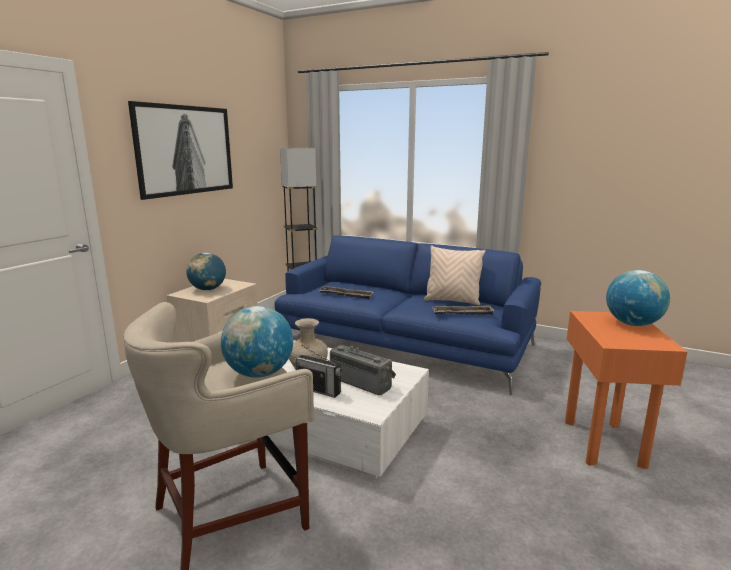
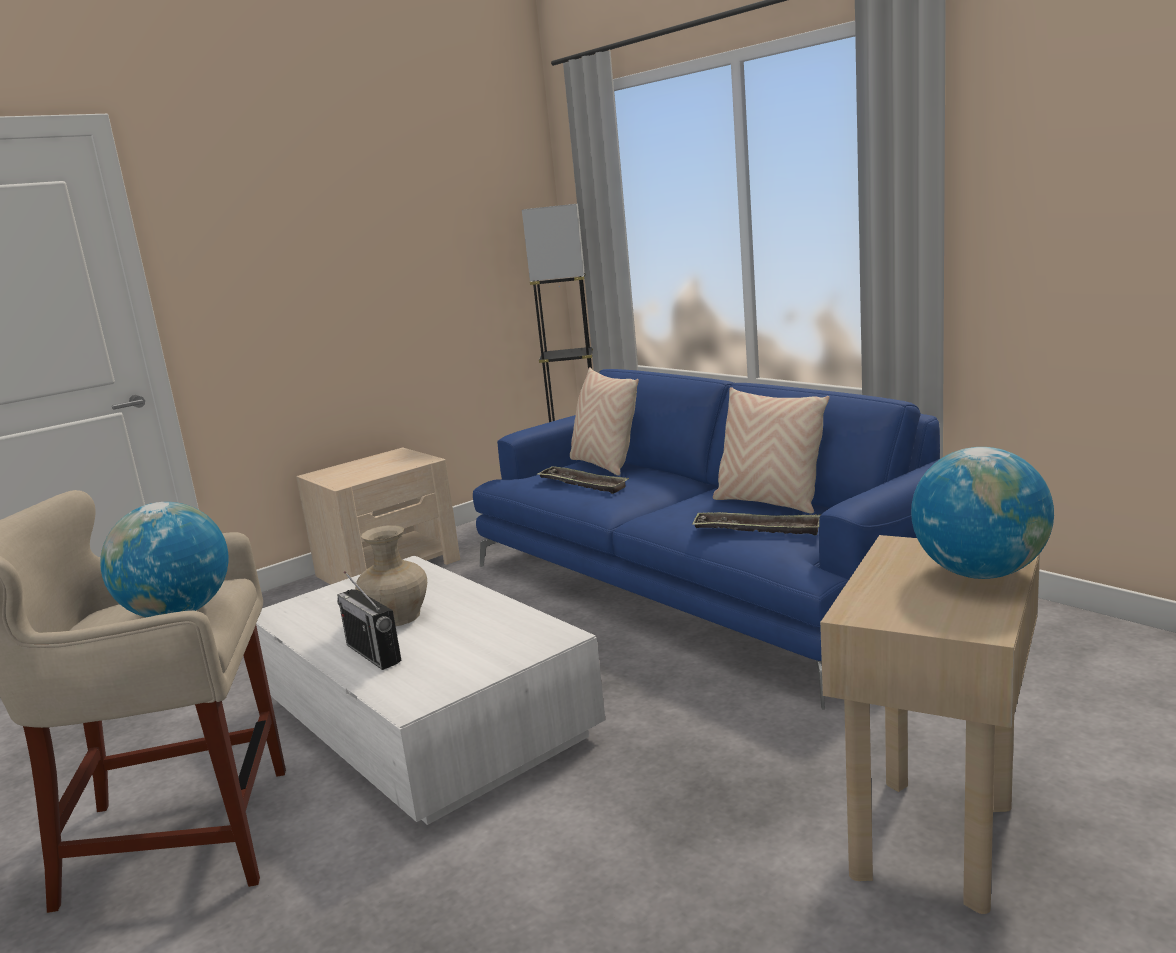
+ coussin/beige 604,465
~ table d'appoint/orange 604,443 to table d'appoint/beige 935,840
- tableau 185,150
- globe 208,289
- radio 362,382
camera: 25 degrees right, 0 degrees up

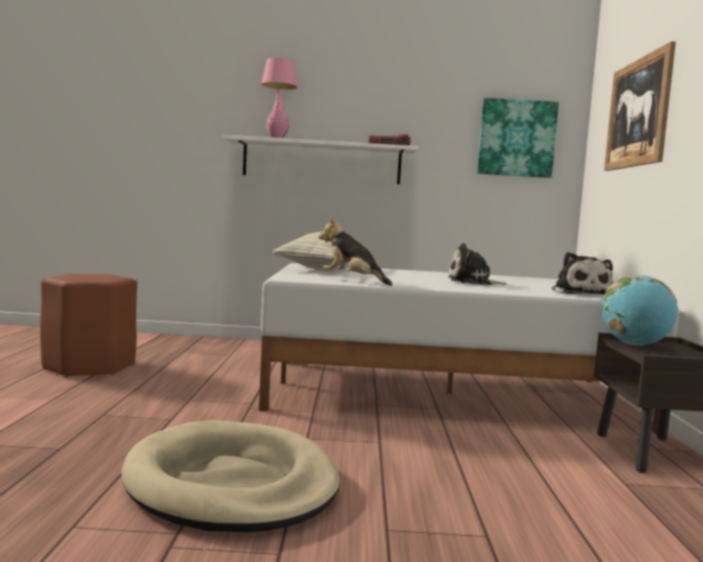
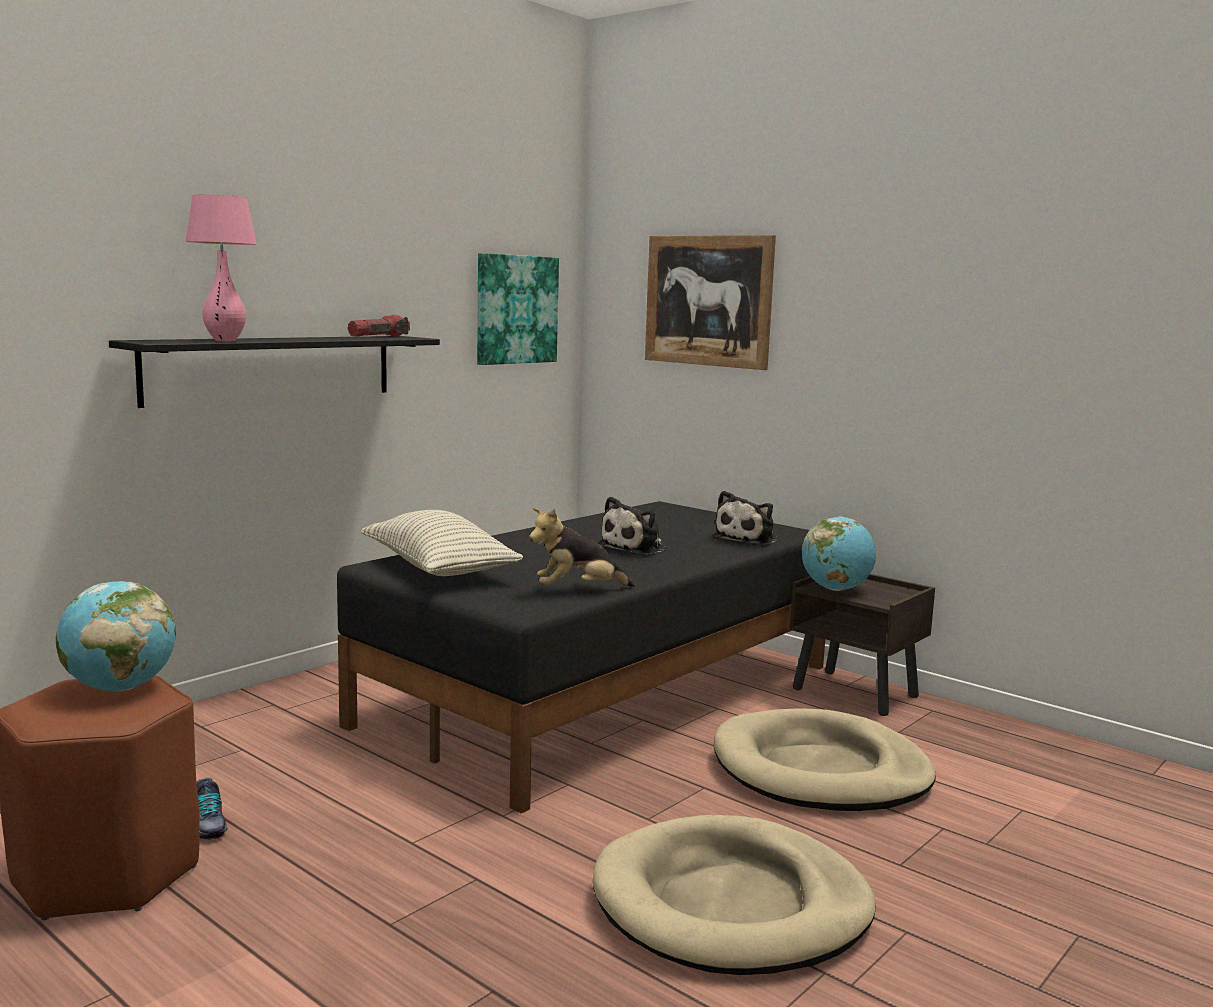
+ globe 120,688
~ étagère/blanc 322,162 to étagère/noir 272,368
+ chaussure 207,824
~ lit/blanc 448,393 to lit/noir 606,694
~ peluche 579,293 = 748,539 90 degrees clockwise
+ panier pour chien/beige 820,770
camera: 50 degrees left, 5 degrees up

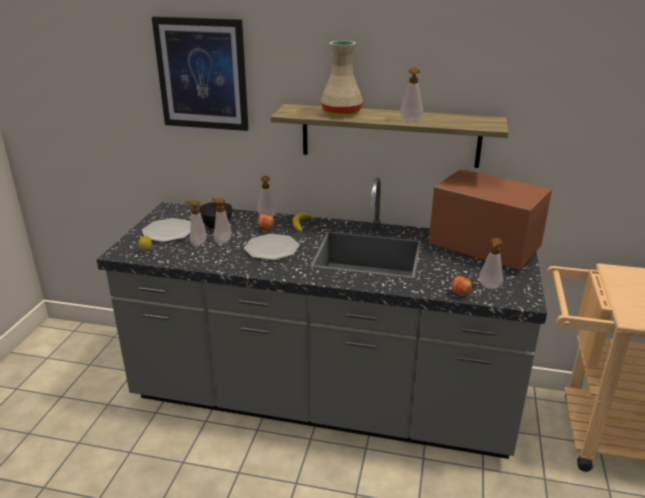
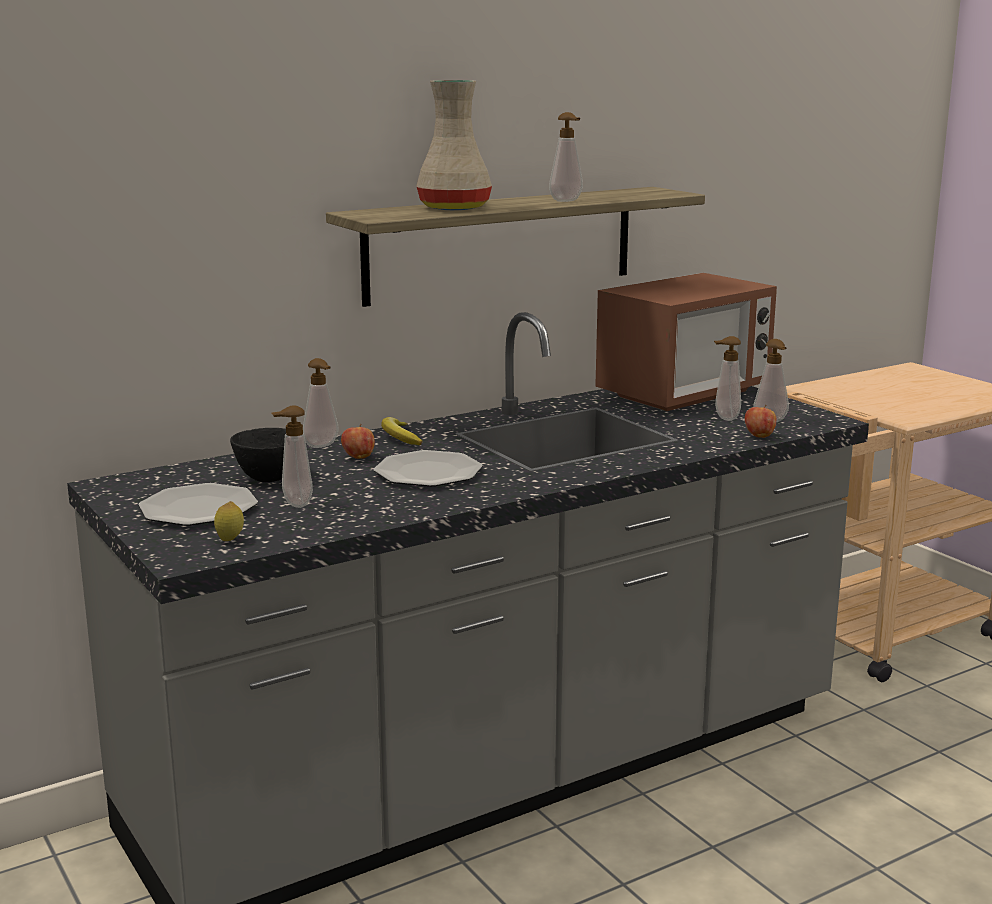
~ micro-ondes 484,249 = 683,394 150 degrees clockwise
~ distributeur de savon 222,241 to 724,418
- tableau 202,74
camera: 45 degrees left, 10 degrees down

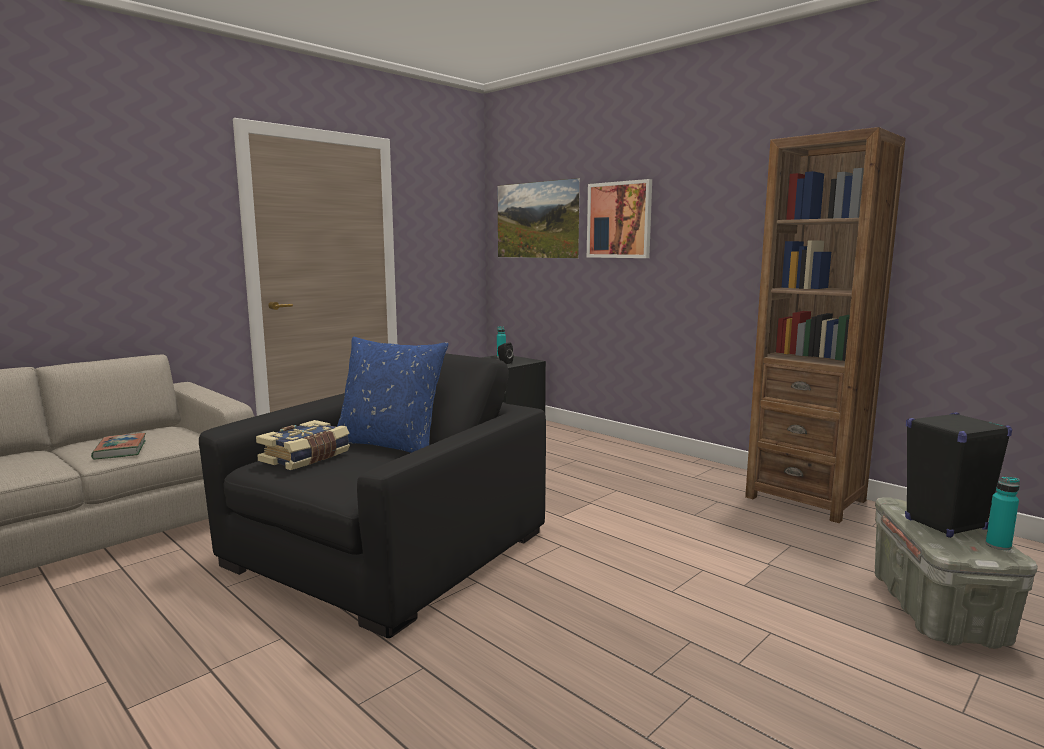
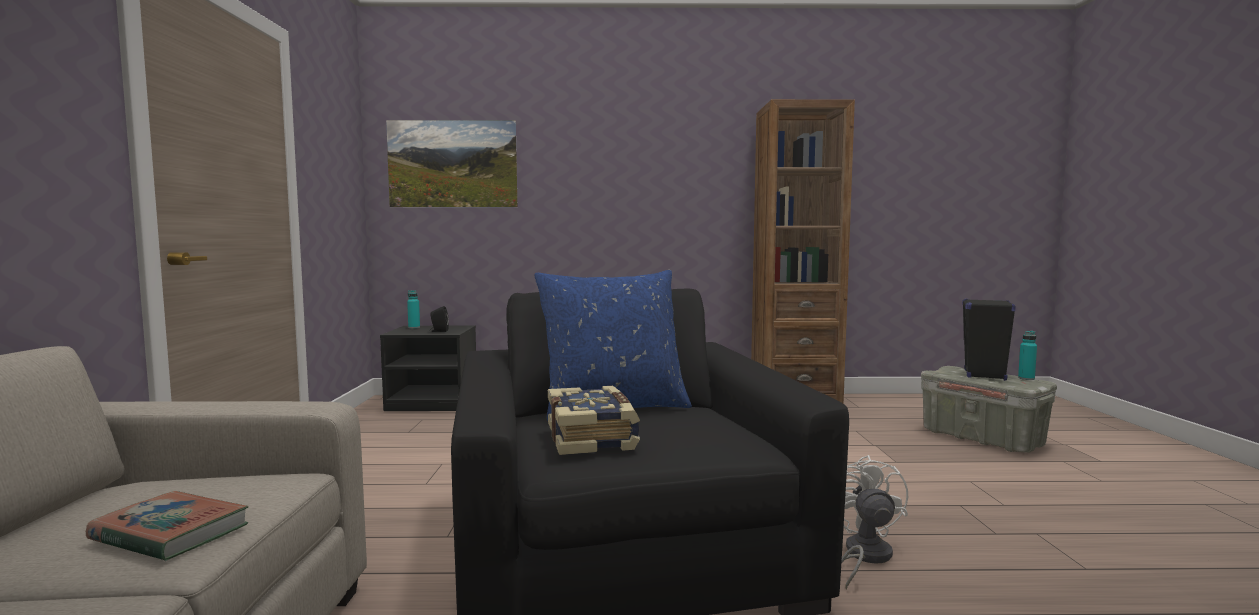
+ ventilateur/blanc 862,556
- tableau 619,220
camera: 45 degrees left, 5 degrees down

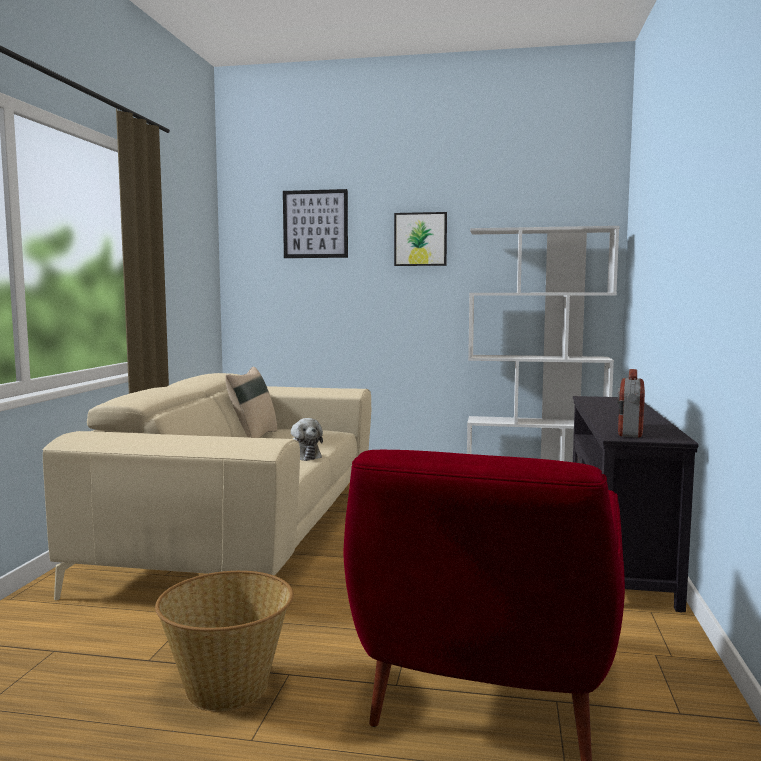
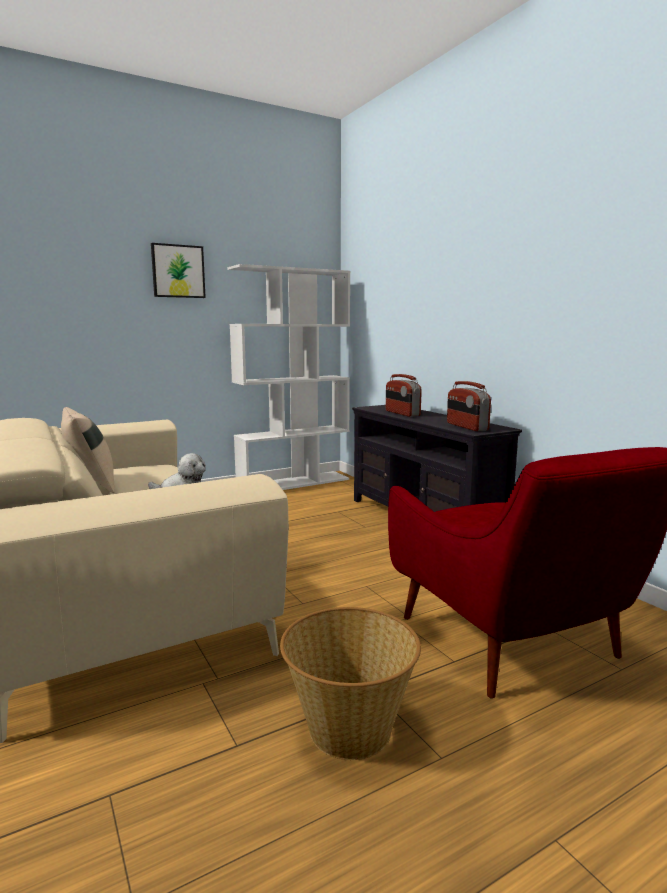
+ radio 402,413
- tableau 315,224
camera: 40 degrees left, 5 degrees up

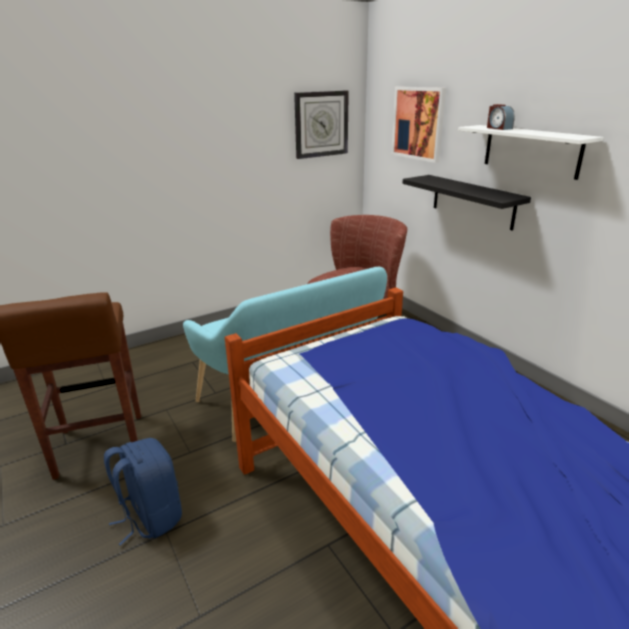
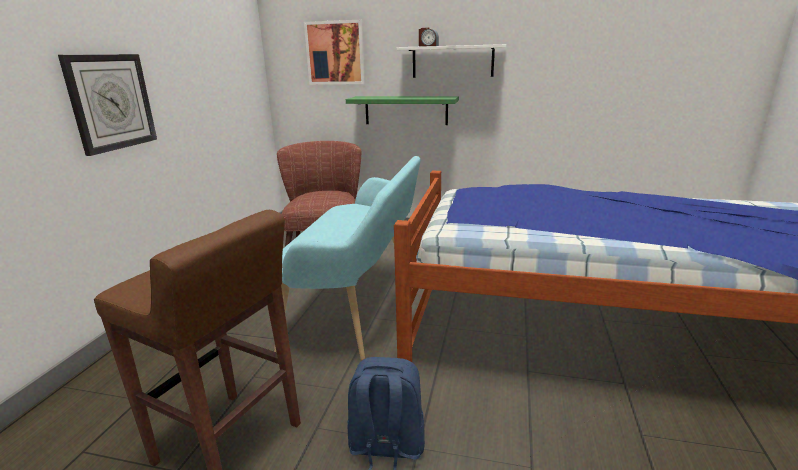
~ horloge murale 321,124 to 111,102
~ étagère/noir 472,201 to étagère/vert 406,110
camera: 45 degrees left, 5 degrees down

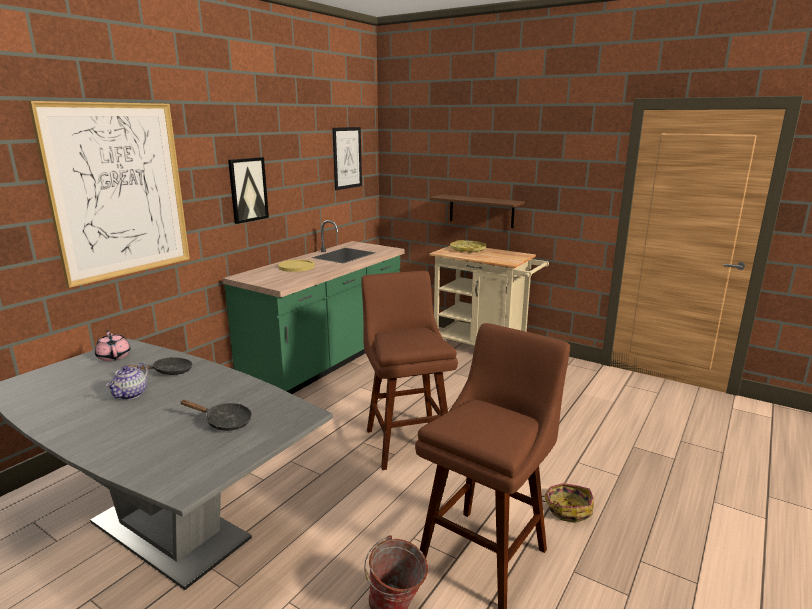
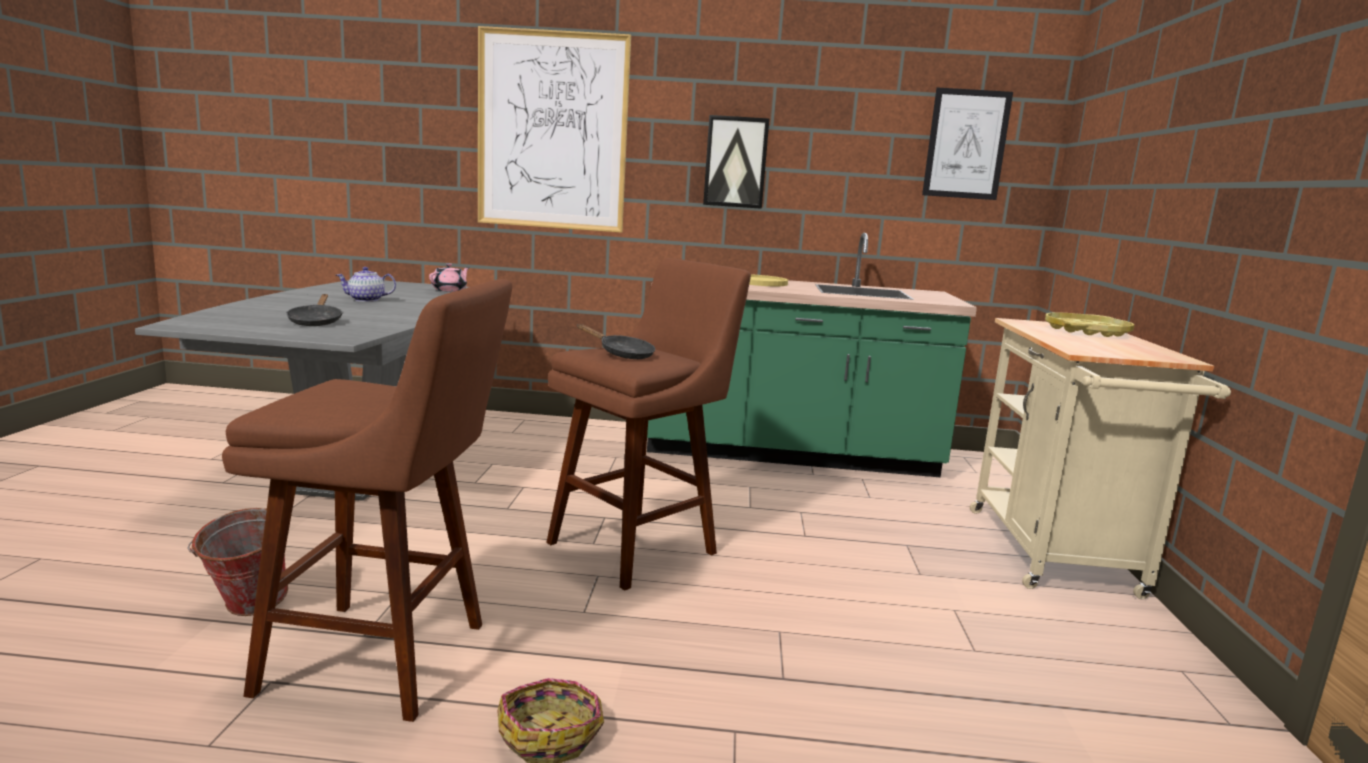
~ poêle/noir 168,372 to 622,354
- étagère 481,211
camera: 60 degrees right, 5 degrees down

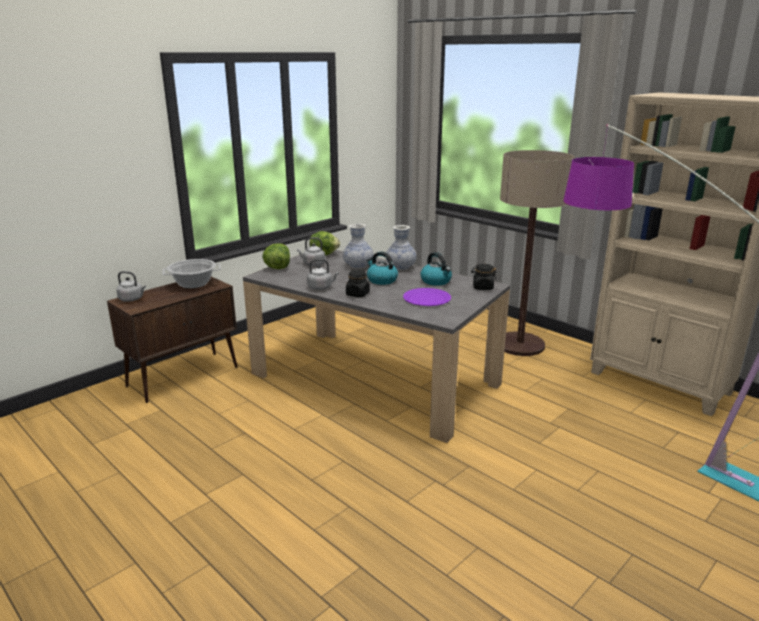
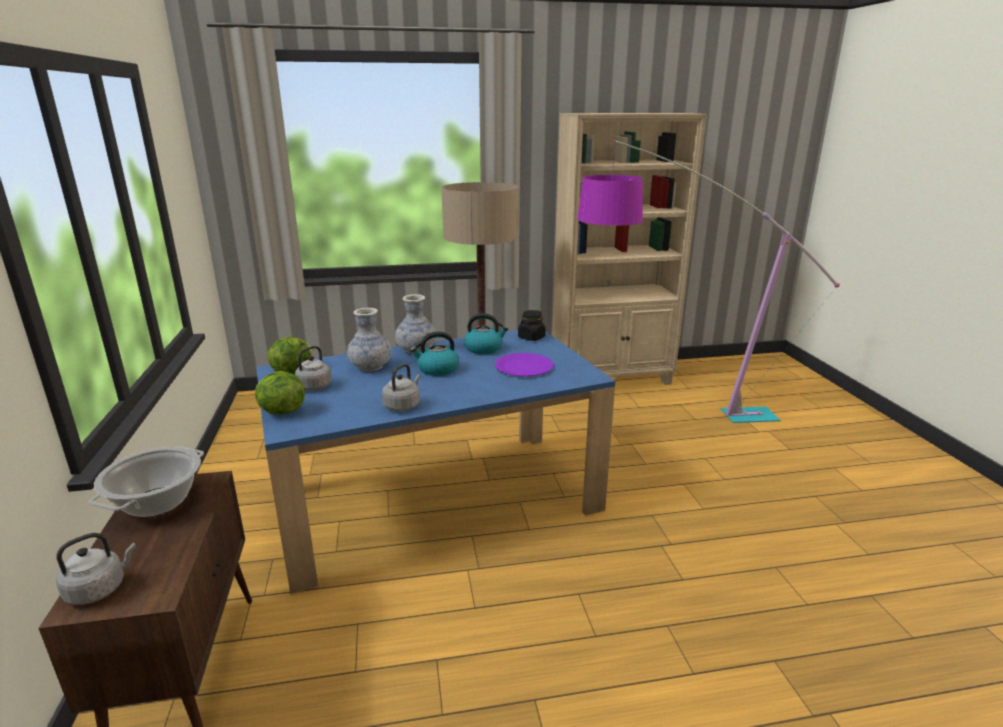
~ table à manger/gris 374,379 to table à manger/bleu 437,500
- bocal/noir 357,294
camera: 55 degrees left, 0 degrees up

